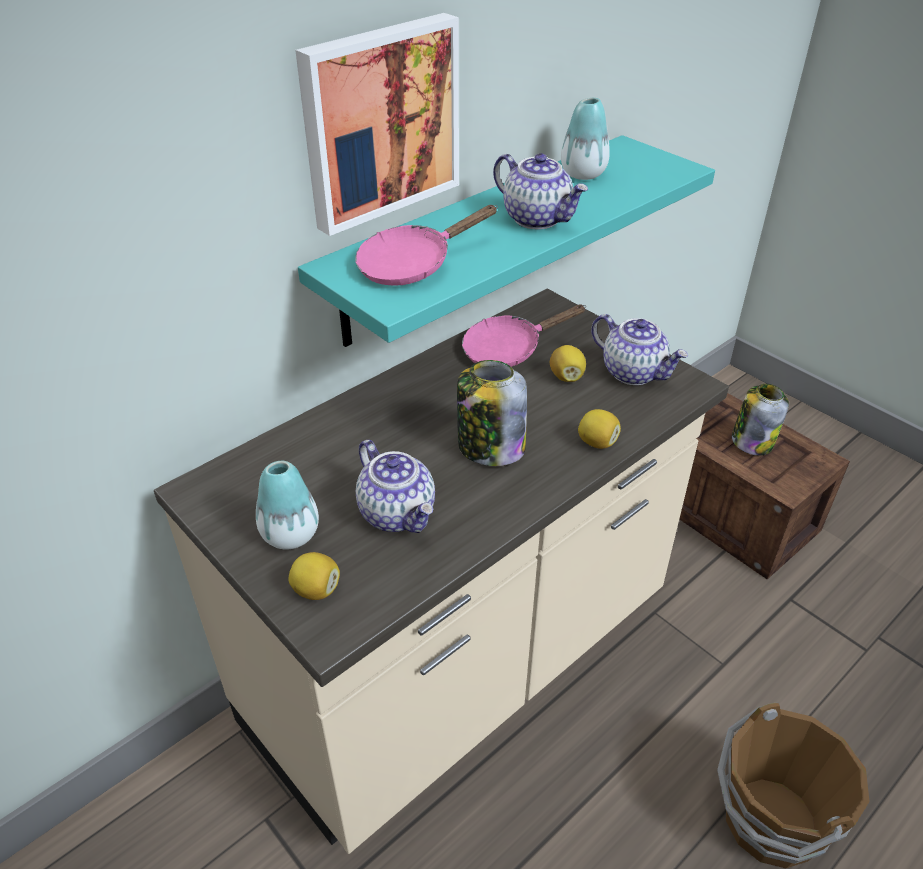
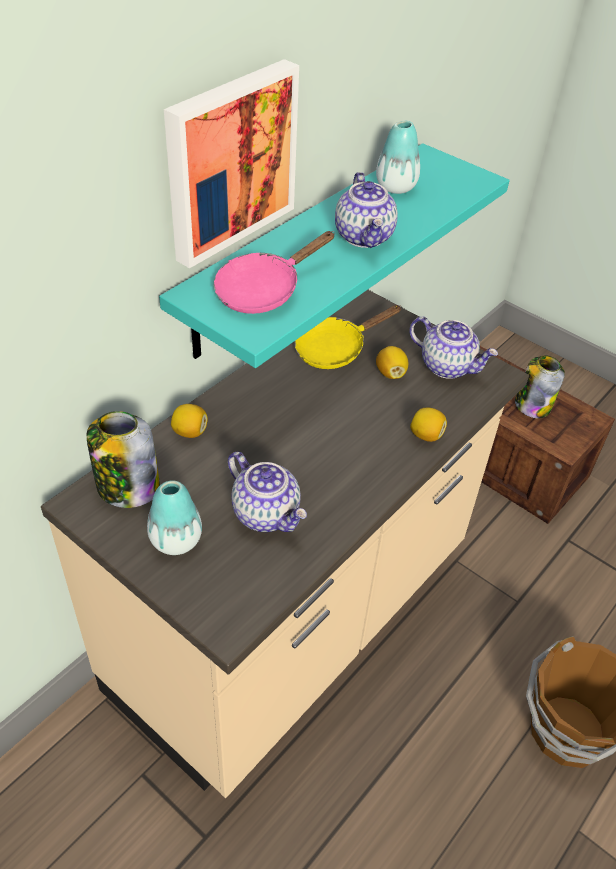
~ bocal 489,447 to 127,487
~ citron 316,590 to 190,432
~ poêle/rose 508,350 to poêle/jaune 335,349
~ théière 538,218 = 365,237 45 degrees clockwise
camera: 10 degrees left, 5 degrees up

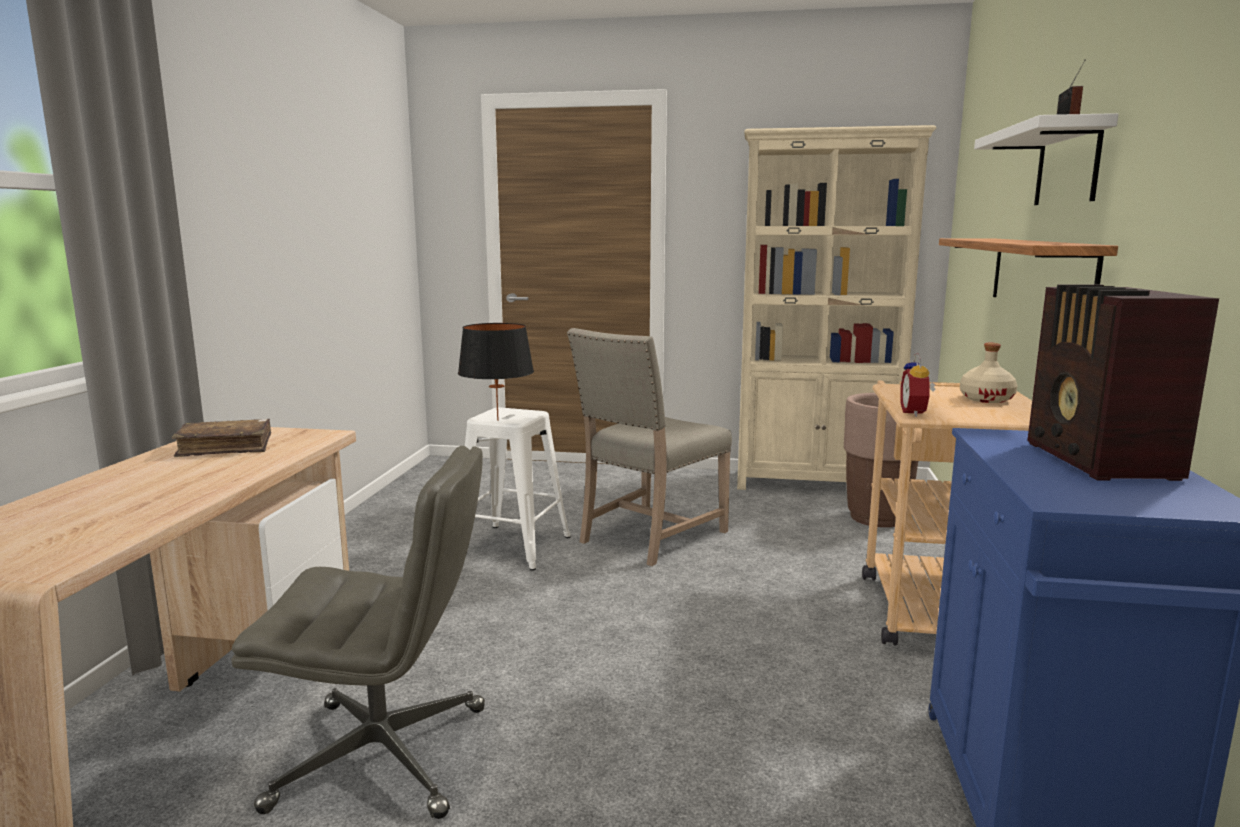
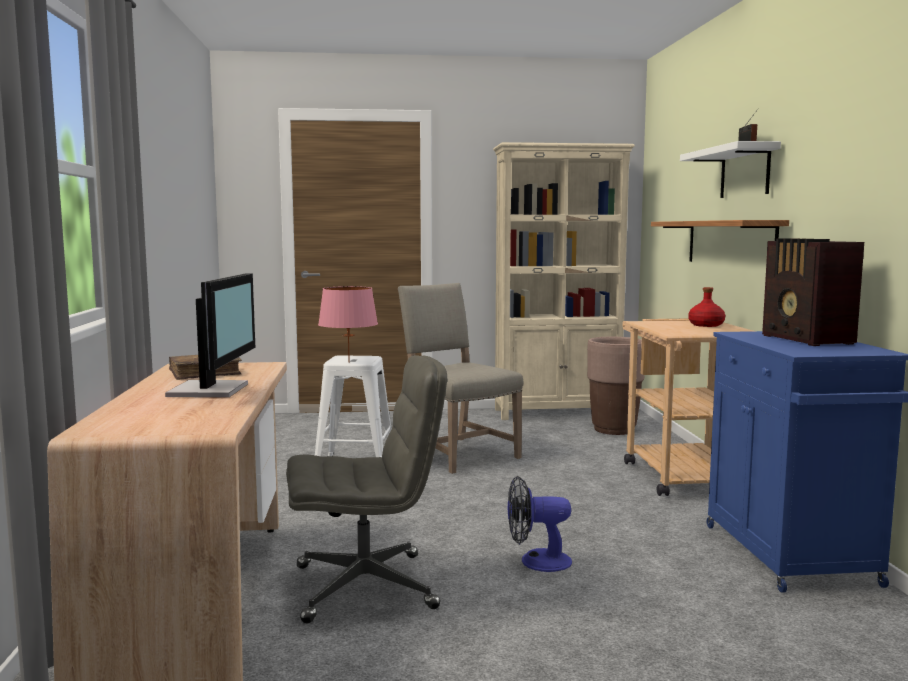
+ écran d'ordinateur 212,390
~ lampe de table/noir 498,420 to lampe de table/rose 349,362
~ chaise/beige 648,537 = 457,453 120 degrees clockwise
+ ventilateur 536,561
~ bouteille/beige 986,399 to bouteille/rouge 706,325
- réveil 916,413
camera: 15 degrees left, 5 degrees down

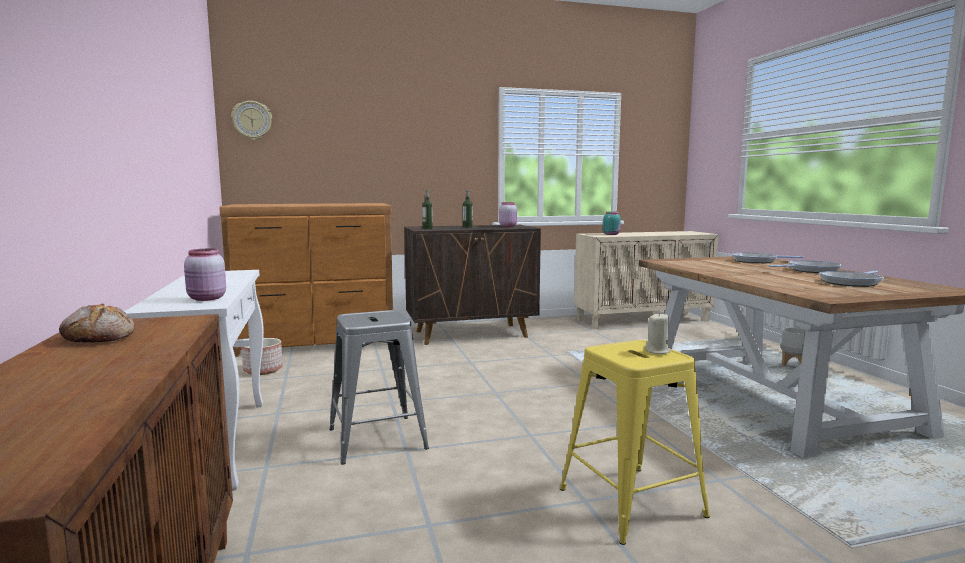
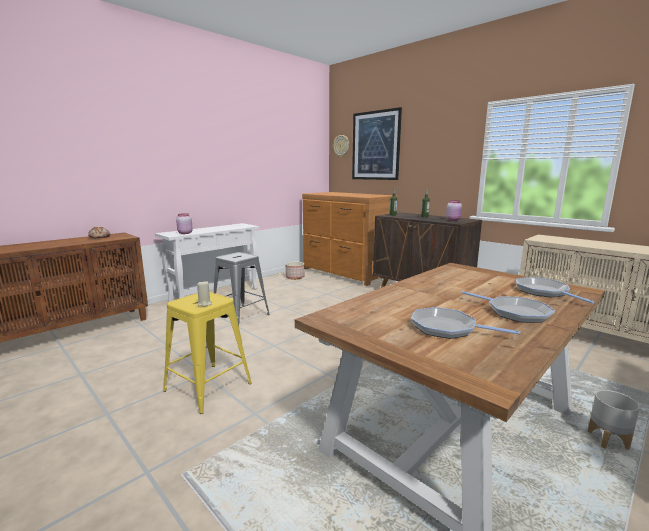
+ tableau 375,145
- bocal/turquoise 611,234
camera: 60 degrees right, 5 degrees up

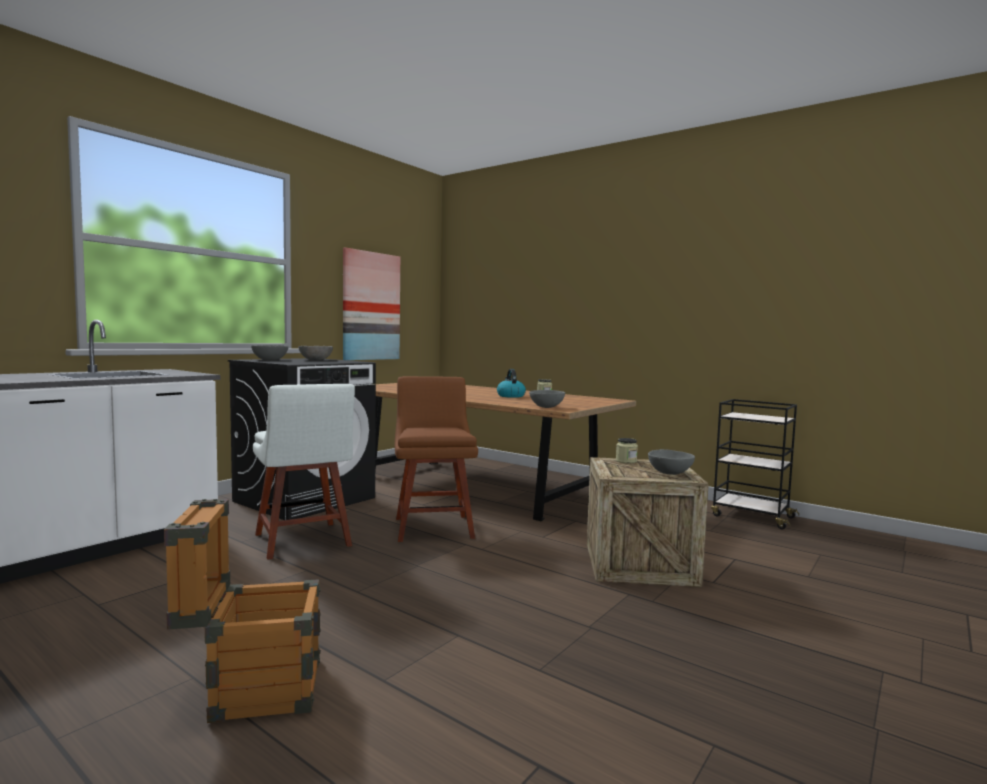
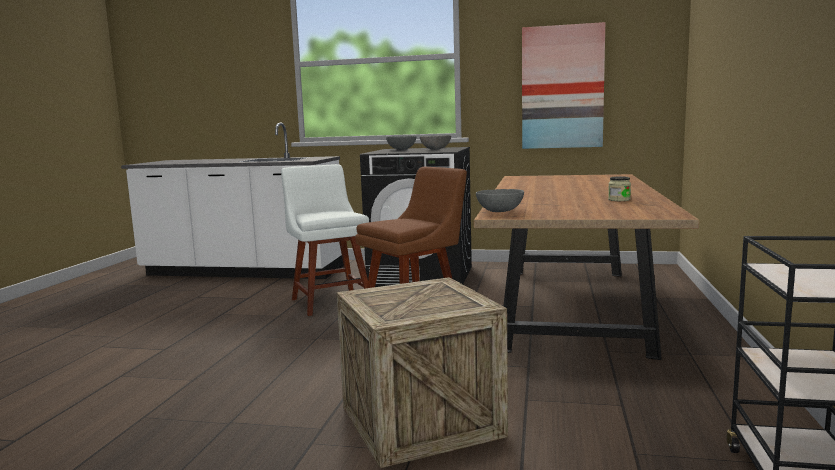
~ chaise/blanc 303,542 = 330,301 120 degrees clockwise
- caisse 251,690
- bouilloire 510,396
- bocal 626,461
- bol/gris 669,473
camera: 65 degrees right, 5 degrees up

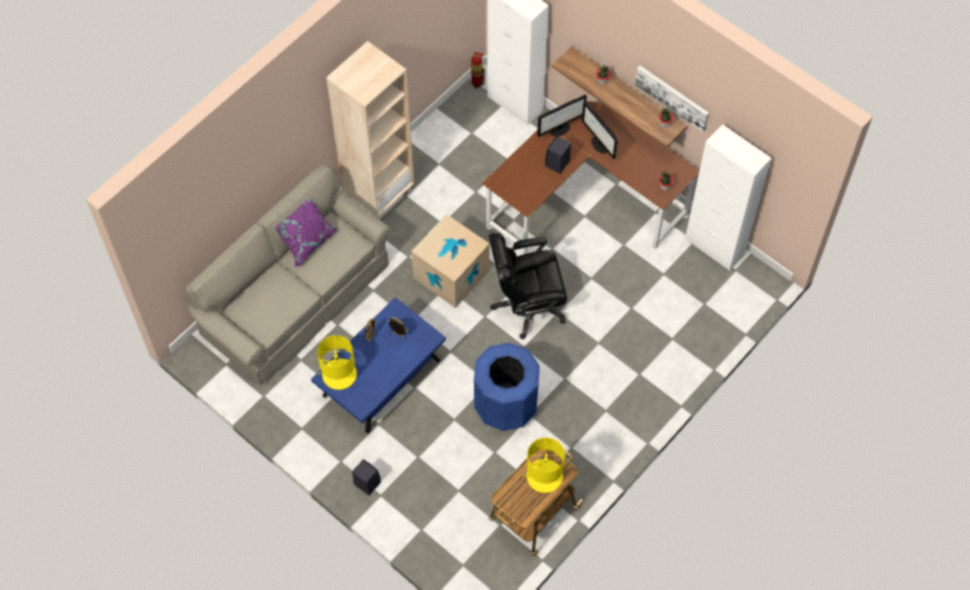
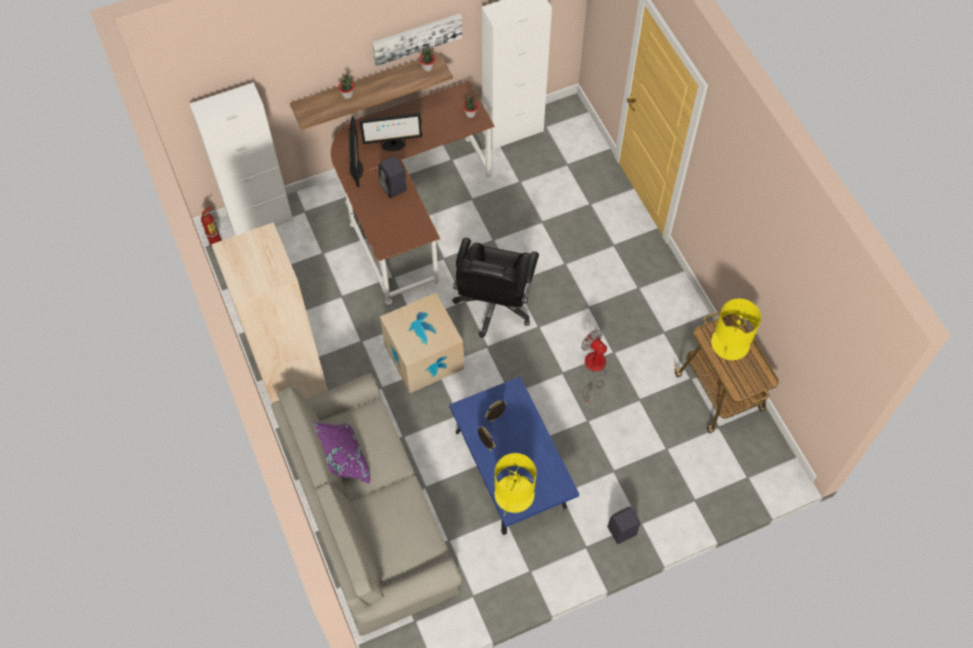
~ poubelle/bleu 505,405 to ventilateur 594,369
camera: 65 degrees left, 0 degrees up

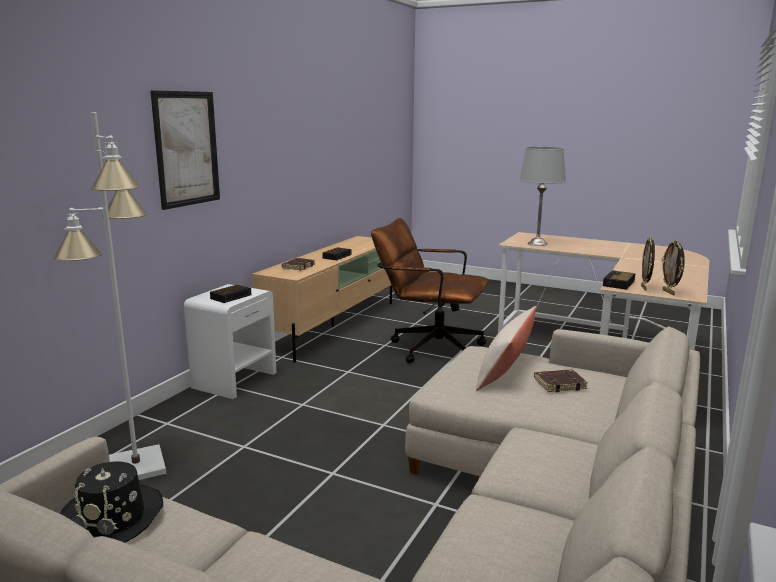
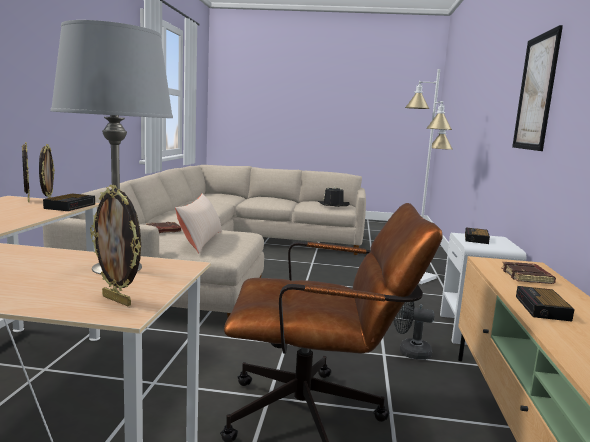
+ cadre photo 118,300
+ ventilateur/noir 409,352
camera: 160 degrees right, 5 degrees down

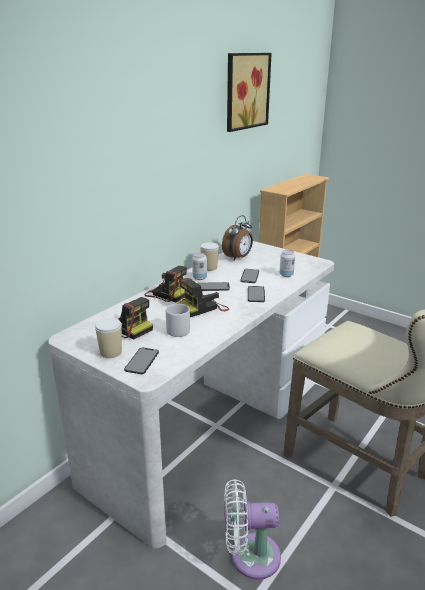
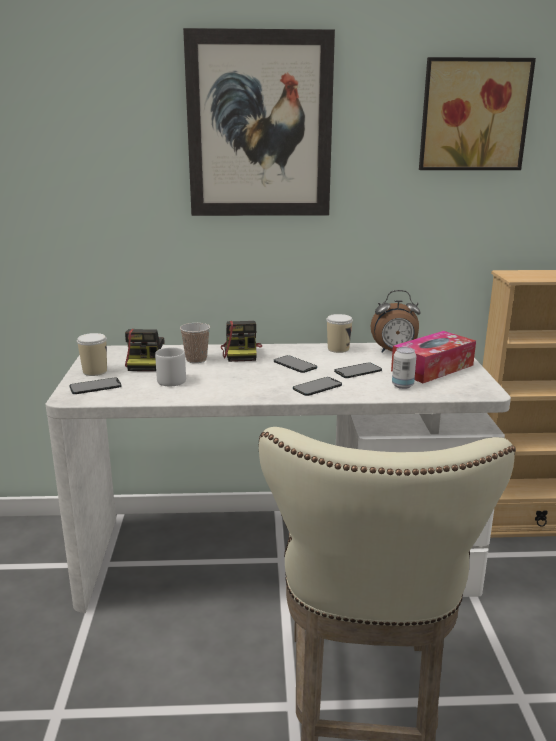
+ tasse 196,360
+ tableau 259,126
+ boîte à mouchoirs 432,368
- appareil photo 203,308
- boîte métallique 199,278
- ventilateur/blanc 249,556
camera: 50 degrees right, 5 degrees down

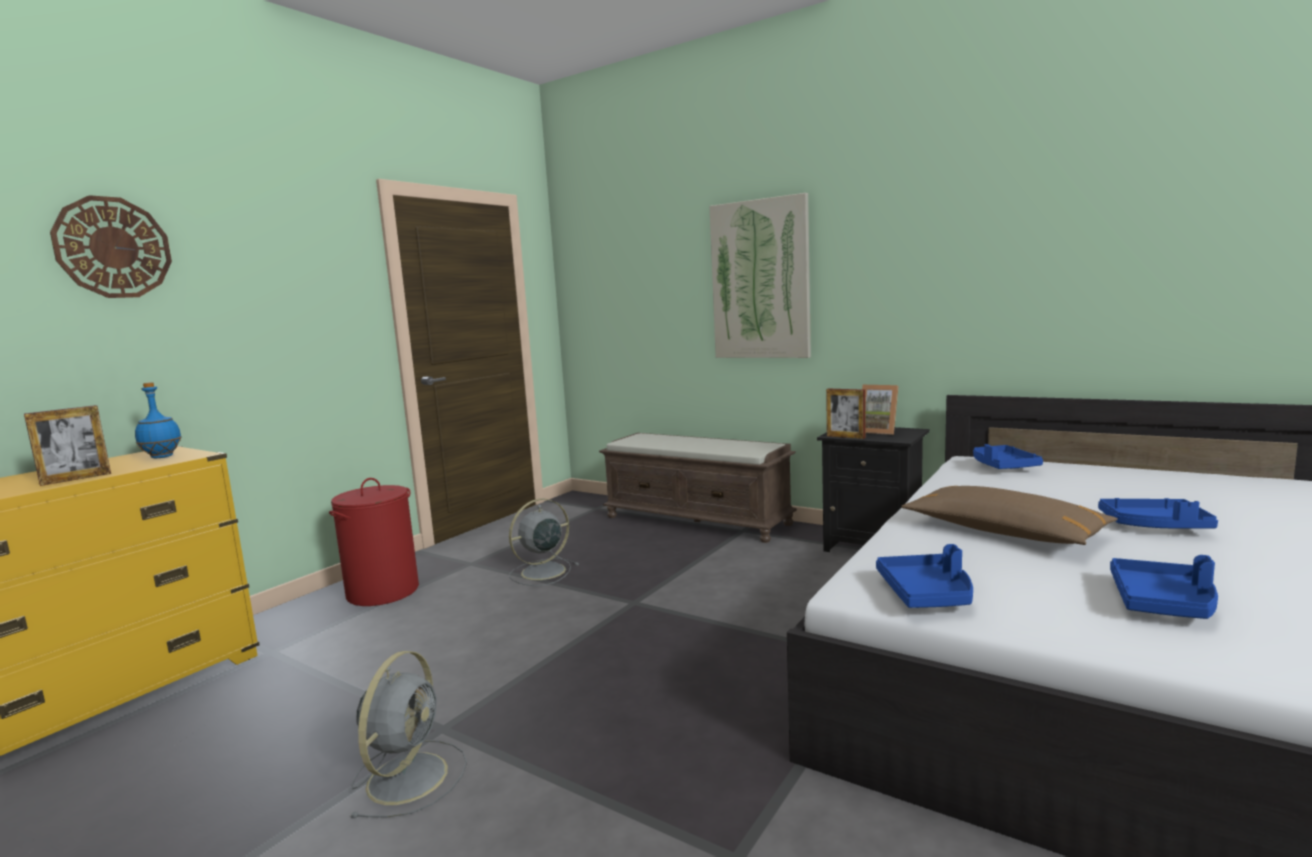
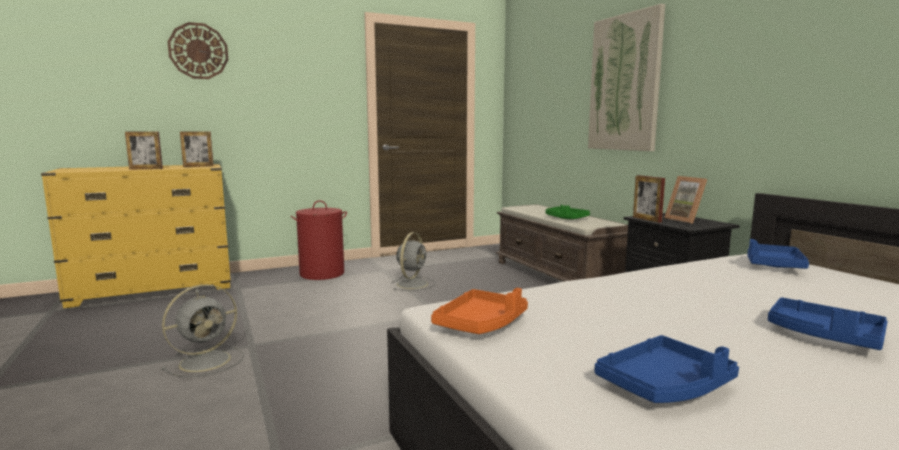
~ bouteille/bleu 162,457 to cadre photo 198,166
~ ventilateur/gris 541,572 = 413,284 120 degrees clockwise
~ plateau/bleu 927,594 to plateau/orange 481,324
+ plateau/vert 565,218
- coussin/marron 1003,532
camera: 30 degrees right, 0 degrees up

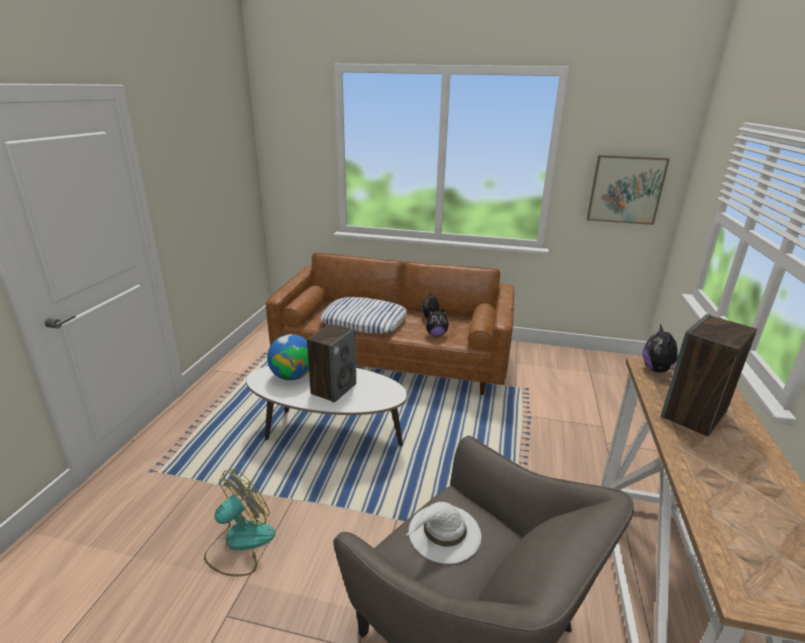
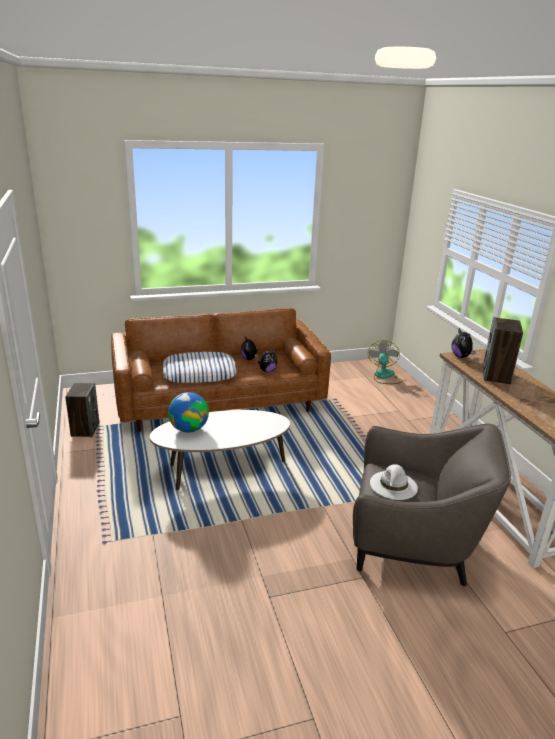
~ enceinte 333,388 to 85,429
~ ventilateur 239,543 to 384,376
- tableau 625,189
camera: 30 degrees left, 0 degrees up

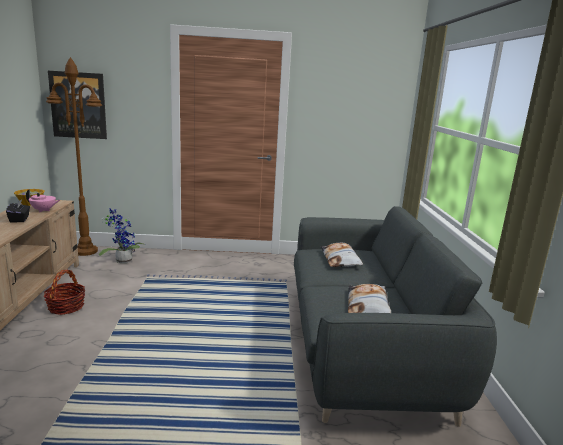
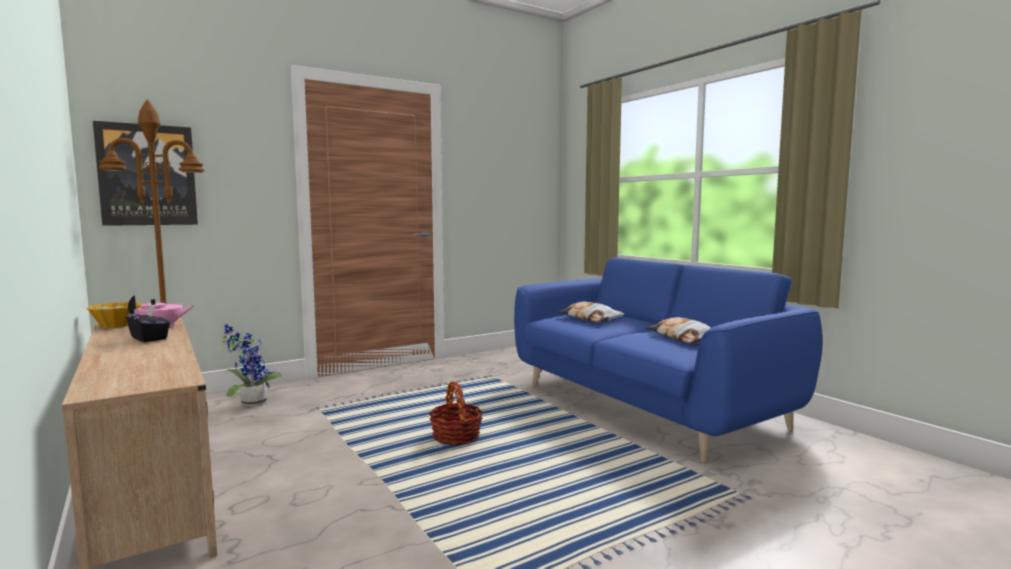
~ panier 66,307 to 456,436
~ canapé/gris 362,348 to canapé/bleu 645,404
camera: 30 degrees left, 10 degrees down

